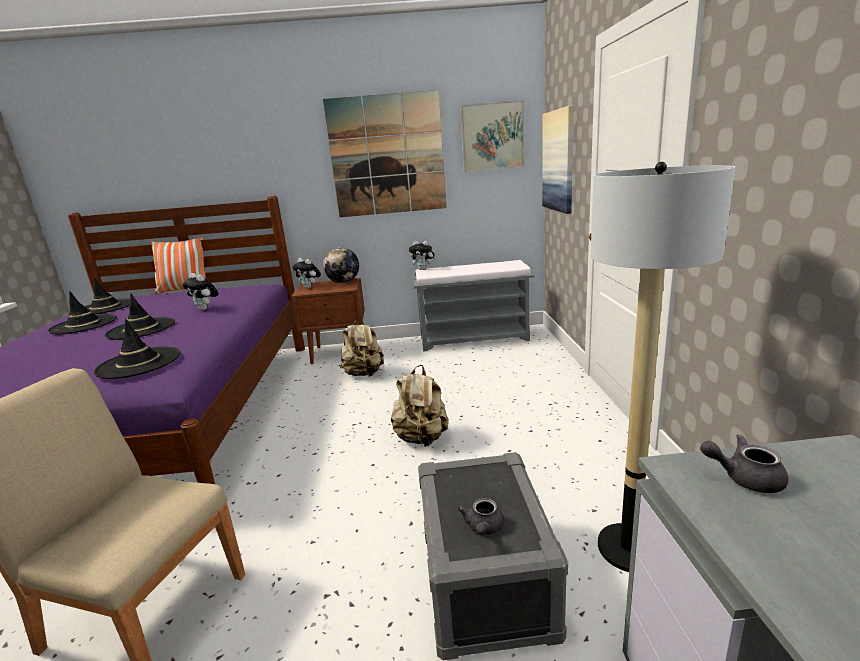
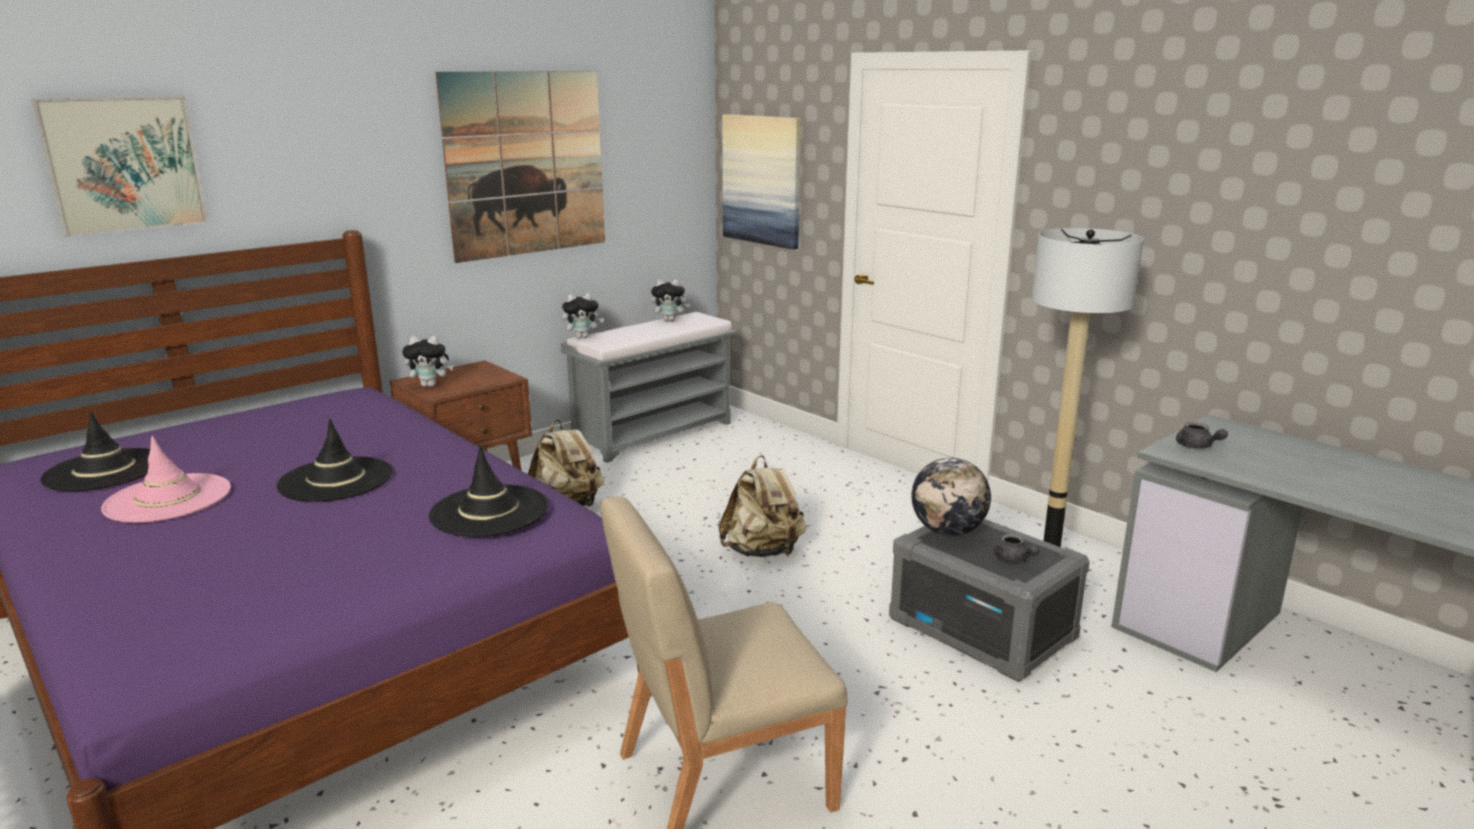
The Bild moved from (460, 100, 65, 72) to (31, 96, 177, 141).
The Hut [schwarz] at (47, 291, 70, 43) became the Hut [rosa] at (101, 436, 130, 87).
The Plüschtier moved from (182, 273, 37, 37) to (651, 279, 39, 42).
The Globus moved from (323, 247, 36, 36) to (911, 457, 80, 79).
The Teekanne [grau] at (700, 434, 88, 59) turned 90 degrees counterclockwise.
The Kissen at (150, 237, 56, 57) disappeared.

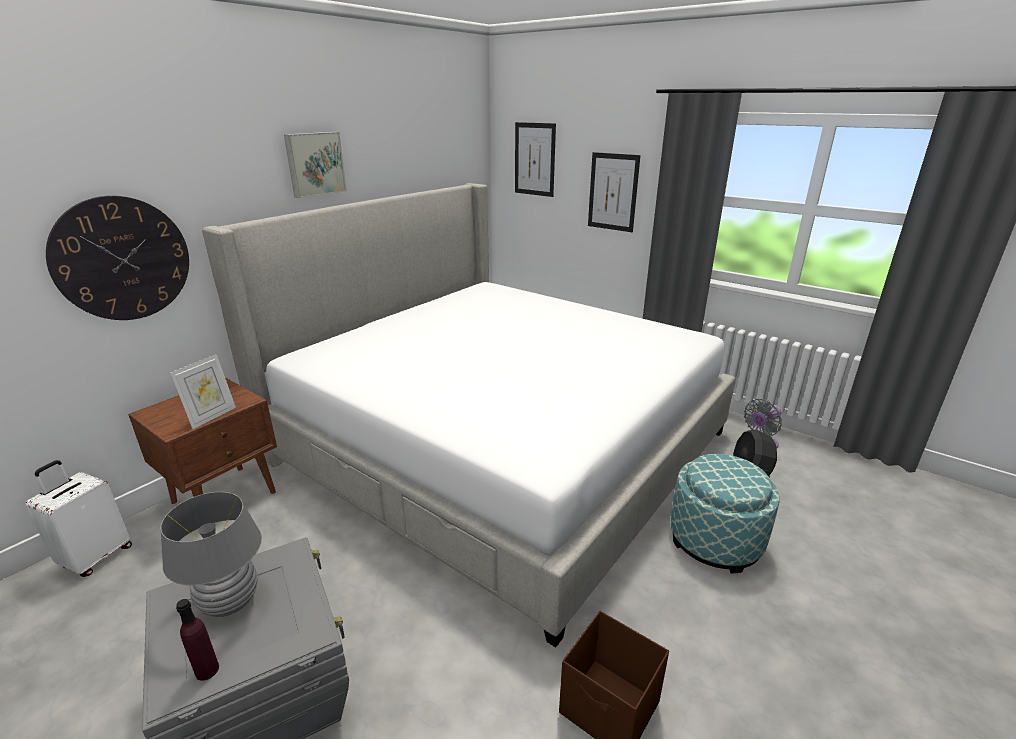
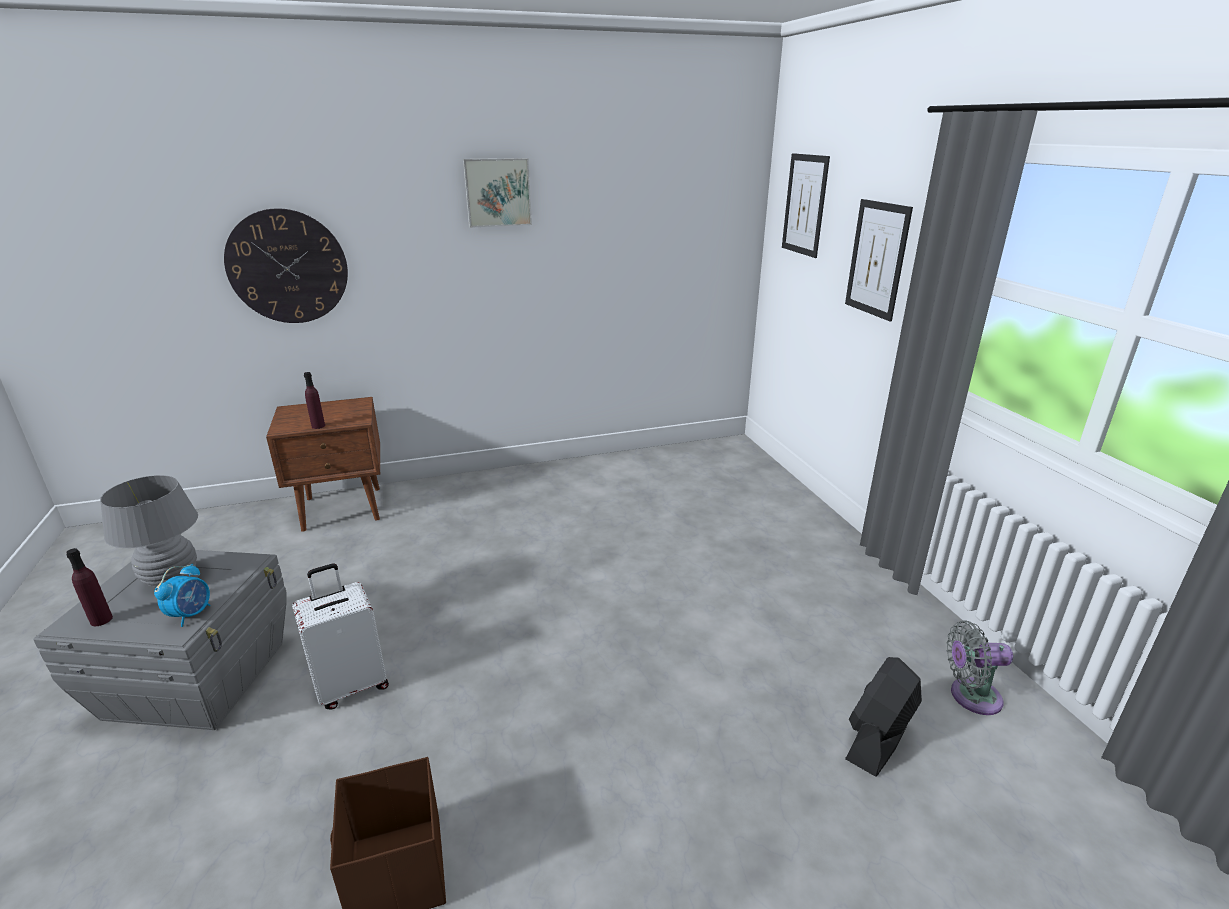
The Wecker at (154, 564, 56, 63) appeared.
The Koffer [weiß] moved from (26, 460, 106, 117) to (292, 564, 97, 145).
The Bilderrahmen at (170, 354, 66, 75) was replaced by the Flasche [lila] at (304, 372, 21, 57).
The Bett at (202, 183, 534, 464) disappeared.
The Polsterhocker at (670, 454, 110, 119) disappeared.

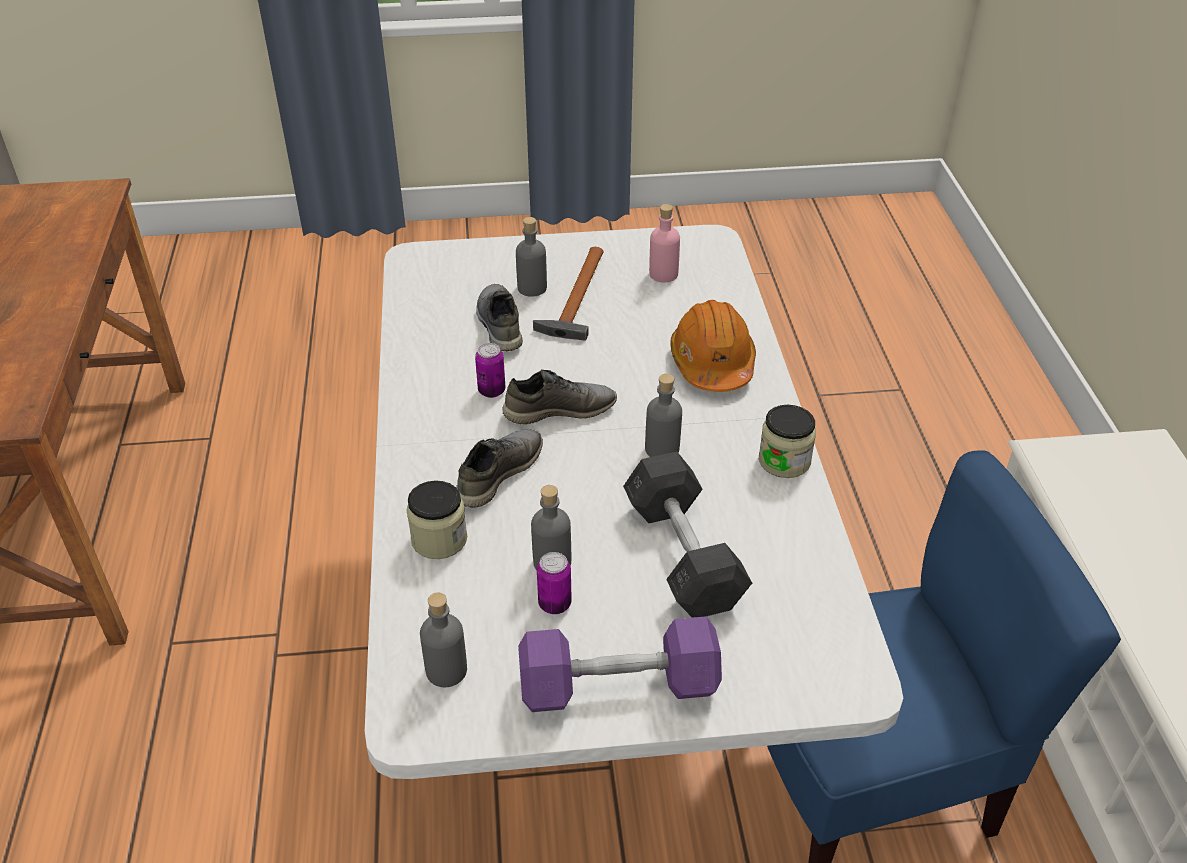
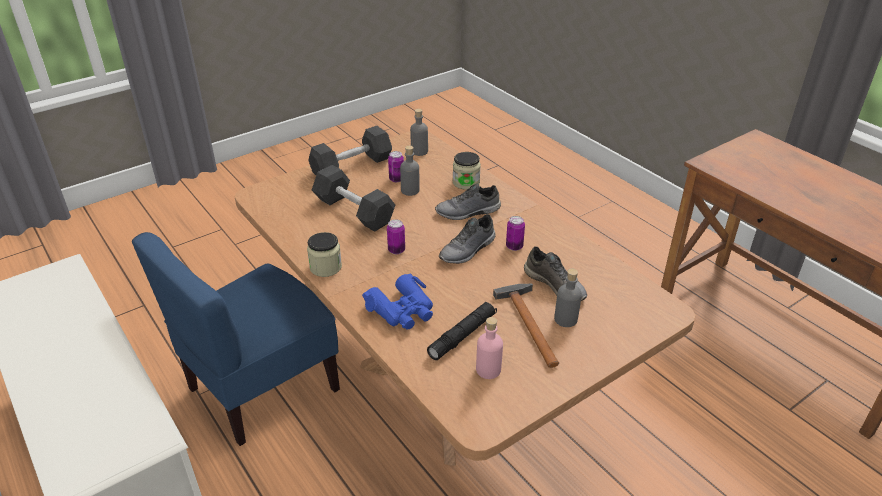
The Esstisch [weiß] at (365, 225, 538, 554) became the Esstisch [braun] at (235, 131, 461, 335).
The Hantel [lila] at (518, 616, 204, 96) became the Hantel [grau] at (308, 126, 84, 49).
The Schutzhelm [orange] at (670, 300, 86, 92) was replaced by the Fernglas [blau] at (362, 274, 71, 56).
The Flasche [grau] at (645, 374, 37, 83) was replaced by the Dose at (387, 219, 18, 35).
The Taschenlampe [schwarz] at (427, 302, 70, 58) appeared.
The Schuh [grau] at (456, 429, 87, 79) turned 75 degrees clockwise.

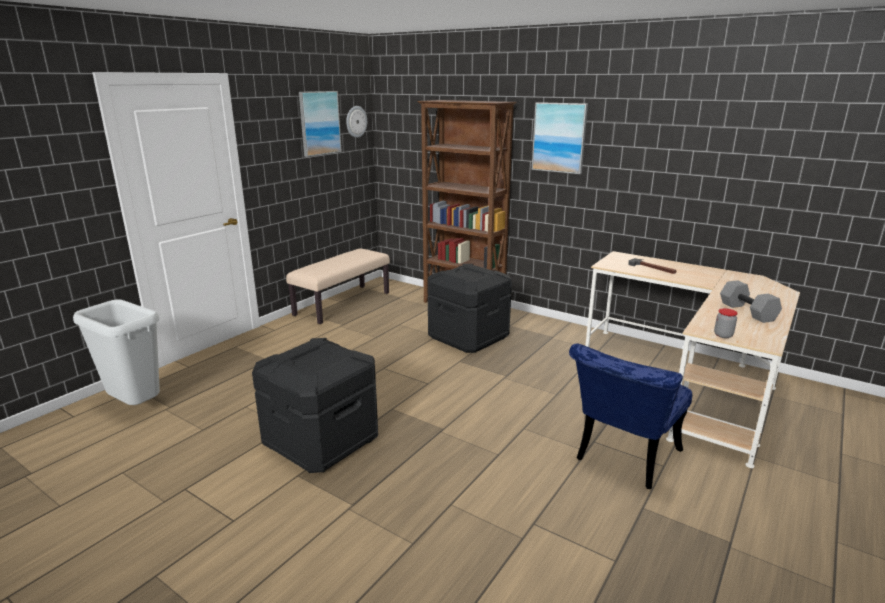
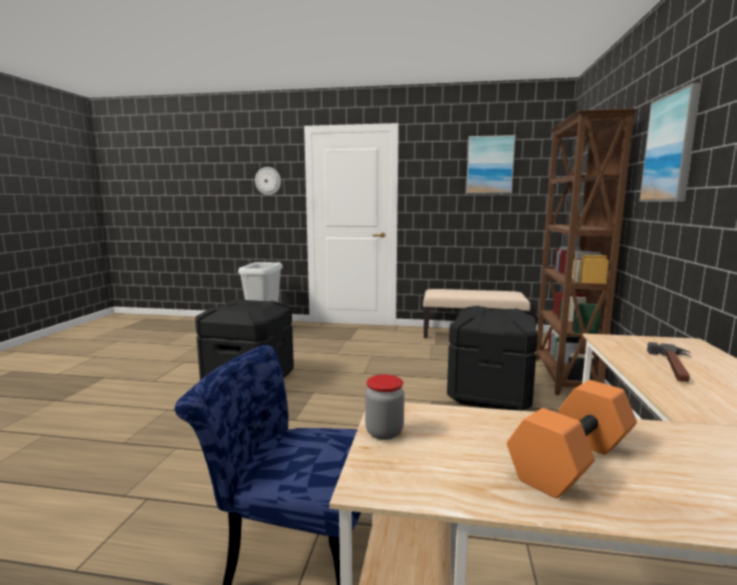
The Wanduhr moved from (346, 106, 21, 32) to (255, 167, 26, 28).
The Hantel [grau] at (720, 280, 62, 43) became the Hantel [orange] at (507, 380, 130, 118).

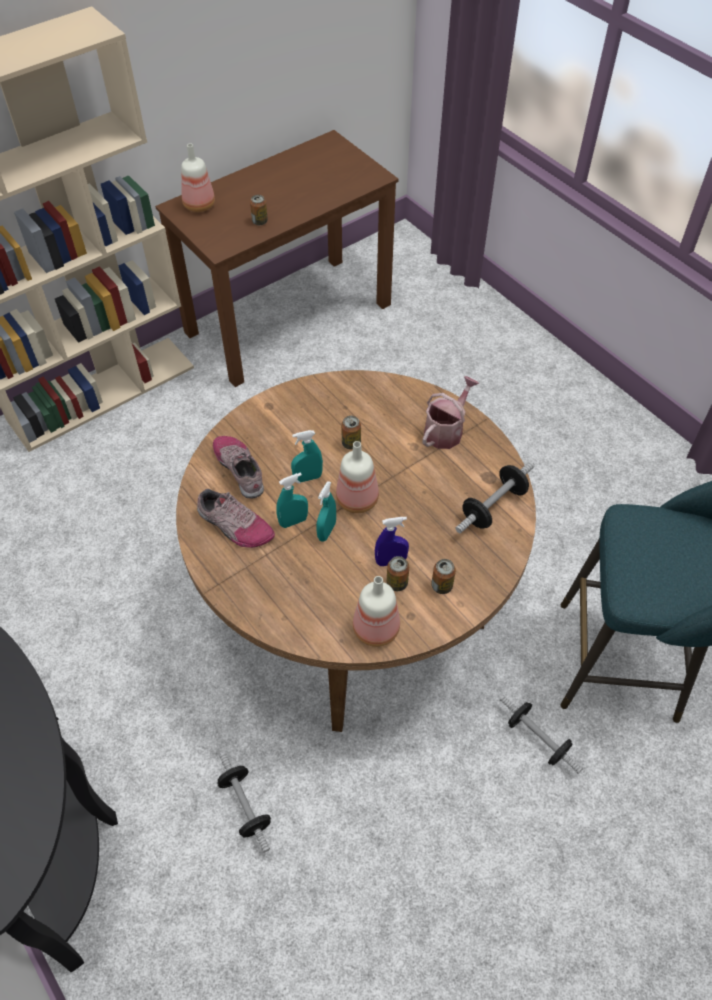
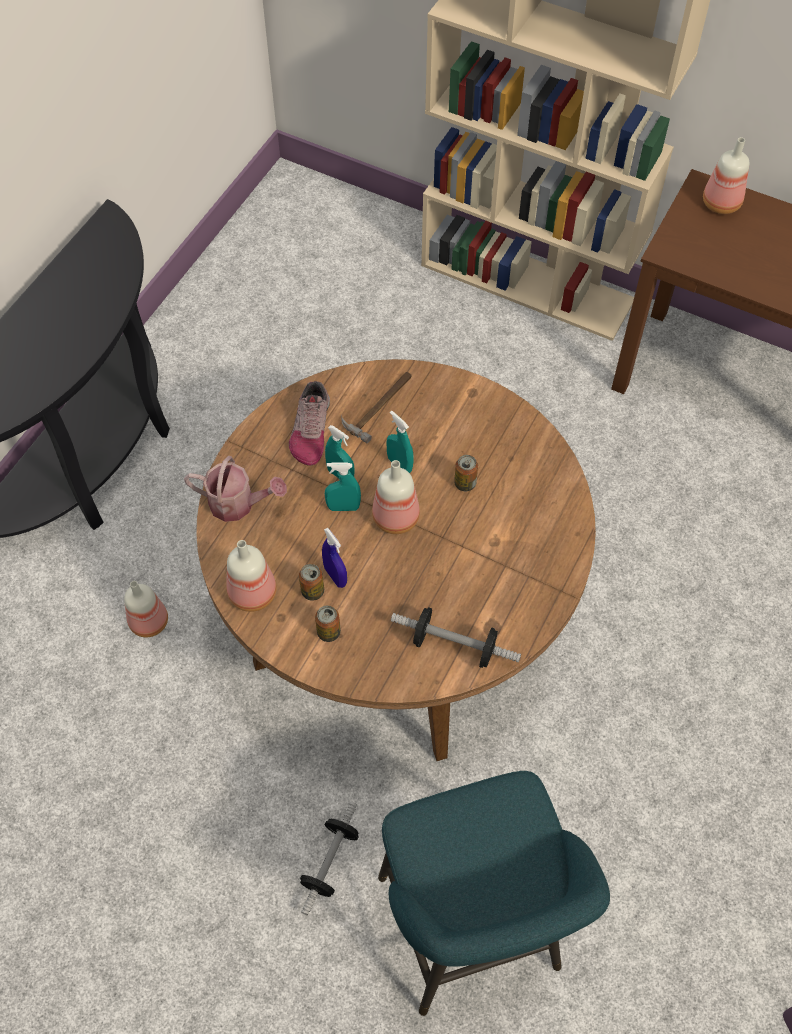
The Hantel at (217, 753, 54, 100) was replaced by the Flasche at (124, 581, 44, 56).
The Gießkanne moved from (423, 376, 56, 73) to (184, 456, 103, 66).
The Schuh at (213, 436, 51, 62) was replaced by the Hammer at (341, 372, 70, 71).
The Dose at (250, 195, 18, 30) disappeared.

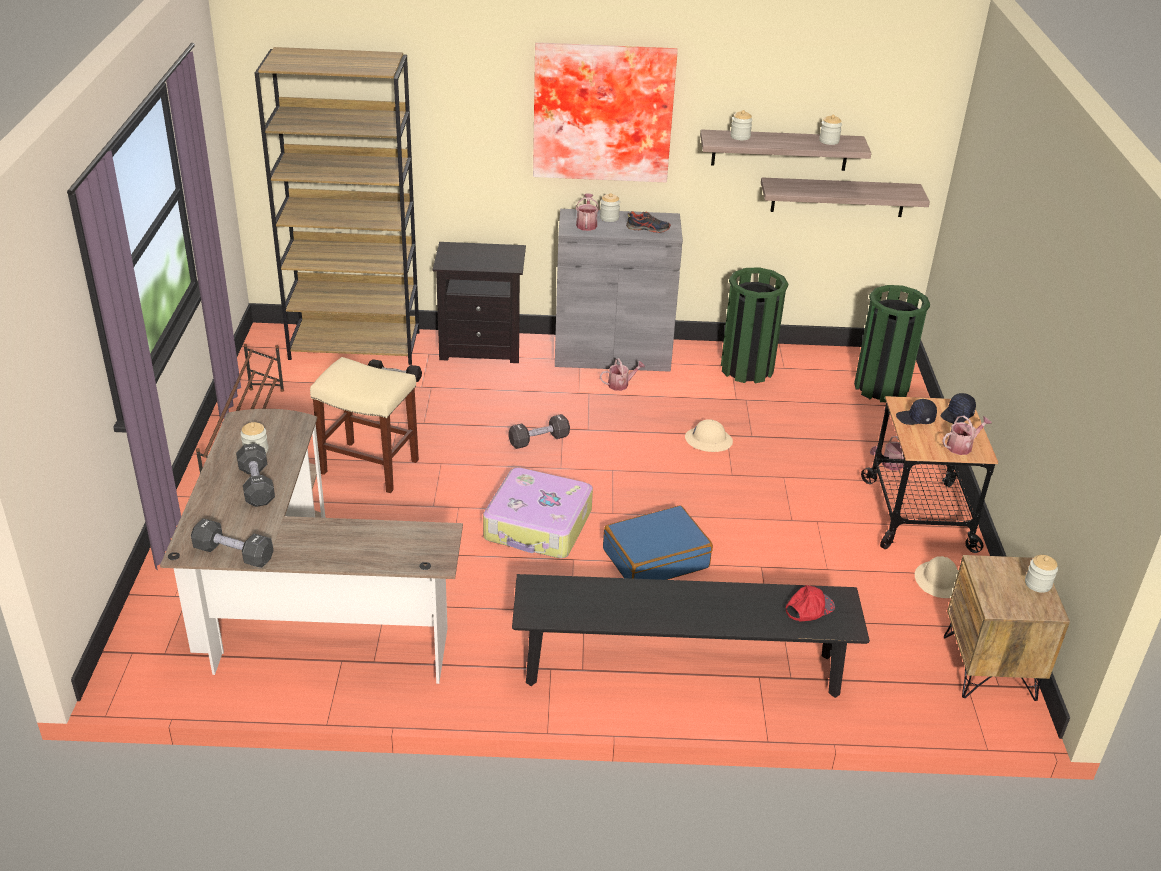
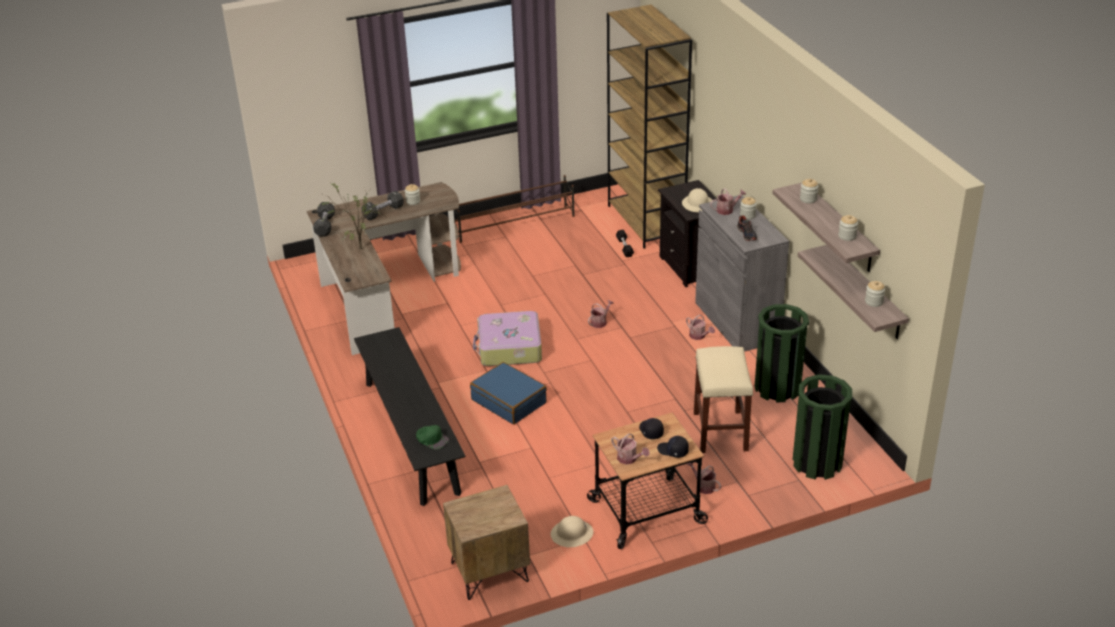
The Topfpflanze at (319, 183, 69, 66) appeared.
The Kappe [rot] at (786, 585, 49, 36) became the Kappe [grün] at (416, 425, 33, 25).
The Hantel [schwarz] at (508, 414, 62, 35) was replaced by the Gießkanne at (588, 300, 26, 28).
The Schutzhelm [beige] moved from (685, 419, 48, 33) to (682, 188, 30, 24).
The Hocker [beige] moved from (310, 357, 109, 136) to (694, 346, 59, 107).
The Vorratsglas moved from (1025, 555, 33, 38) to (865, 281, 20, 26).
The Bild at (533, 42, 145, 140) disappeared.

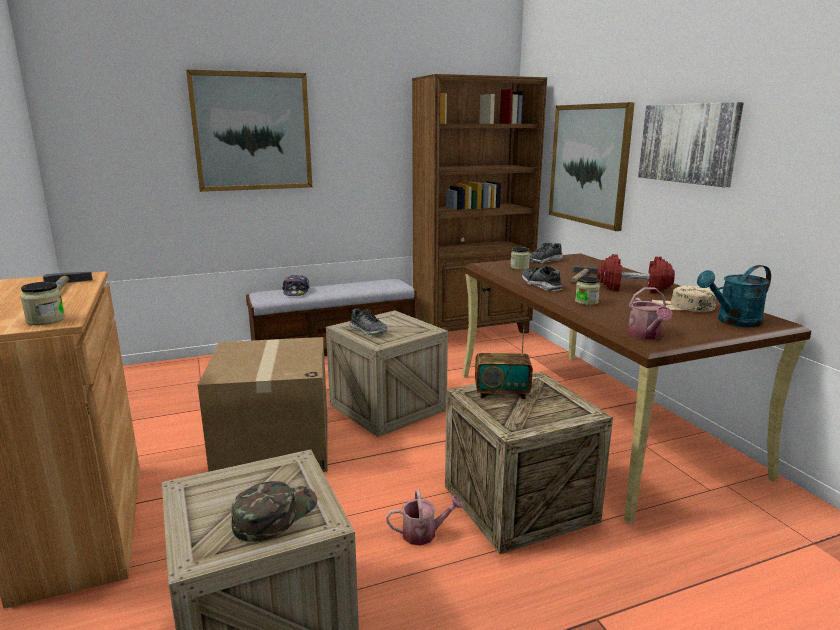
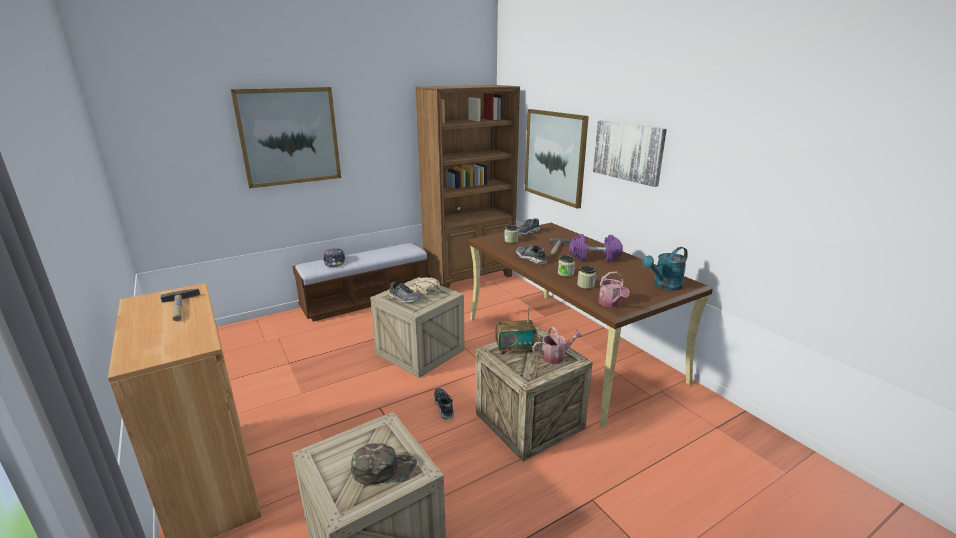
The Kappe [grün] at (231, 481, 87, 61) turned 60 degrees clockwise.
The Kappe [beige] moved from (652, 286, 64, 26) to (408, 278, 32, 18).
The Schuh at (434, 388, 20, 32) appeared.
The Gießkanne moved from (386, 490, 78, 56) to (532, 327, 51, 37).
The Hantel [rot] at (597, 254, 78, 40) became the Hantel [lila] at (569, 234, 54, 28).
The Vorratsglas moved from (20, 282, 45, 43) to (577, 266, 19, 23).
The Karton at (198, 337, 130, 135) disappeared.

